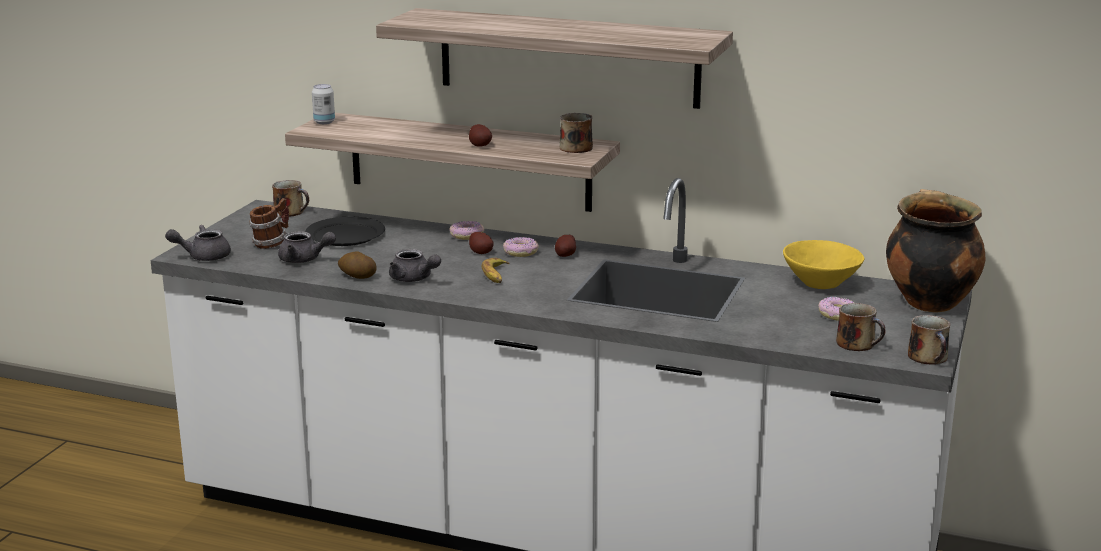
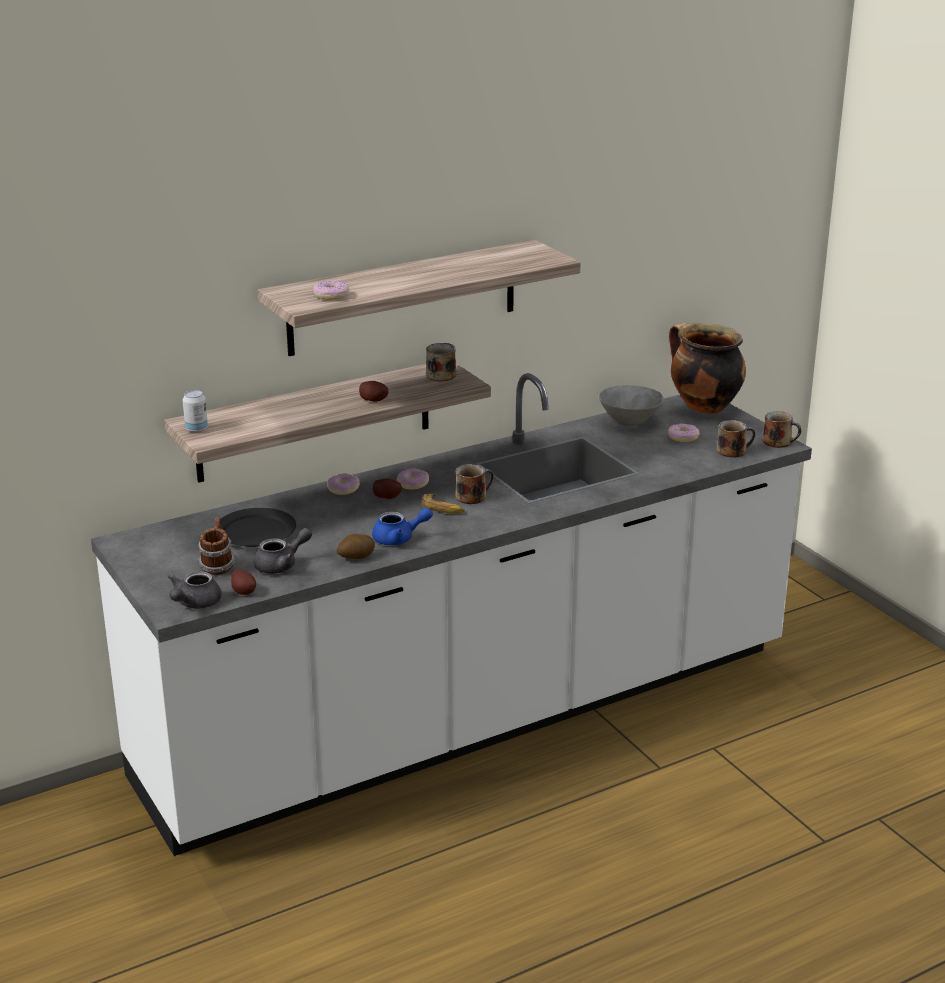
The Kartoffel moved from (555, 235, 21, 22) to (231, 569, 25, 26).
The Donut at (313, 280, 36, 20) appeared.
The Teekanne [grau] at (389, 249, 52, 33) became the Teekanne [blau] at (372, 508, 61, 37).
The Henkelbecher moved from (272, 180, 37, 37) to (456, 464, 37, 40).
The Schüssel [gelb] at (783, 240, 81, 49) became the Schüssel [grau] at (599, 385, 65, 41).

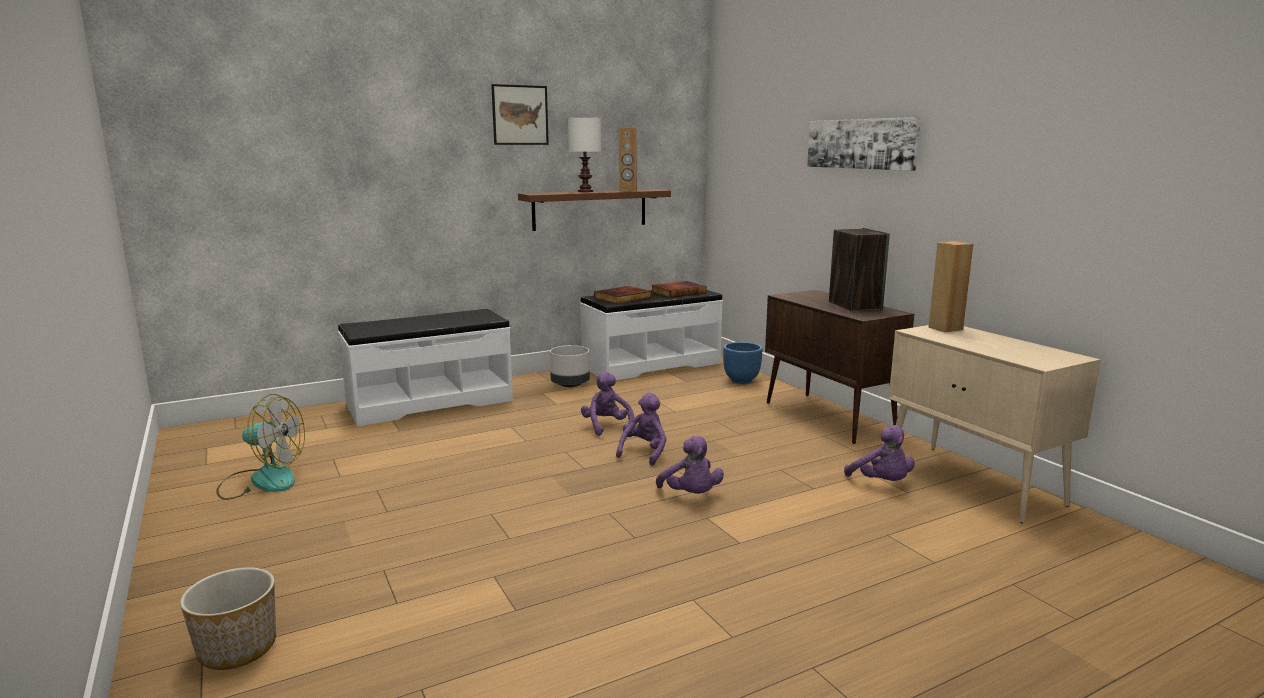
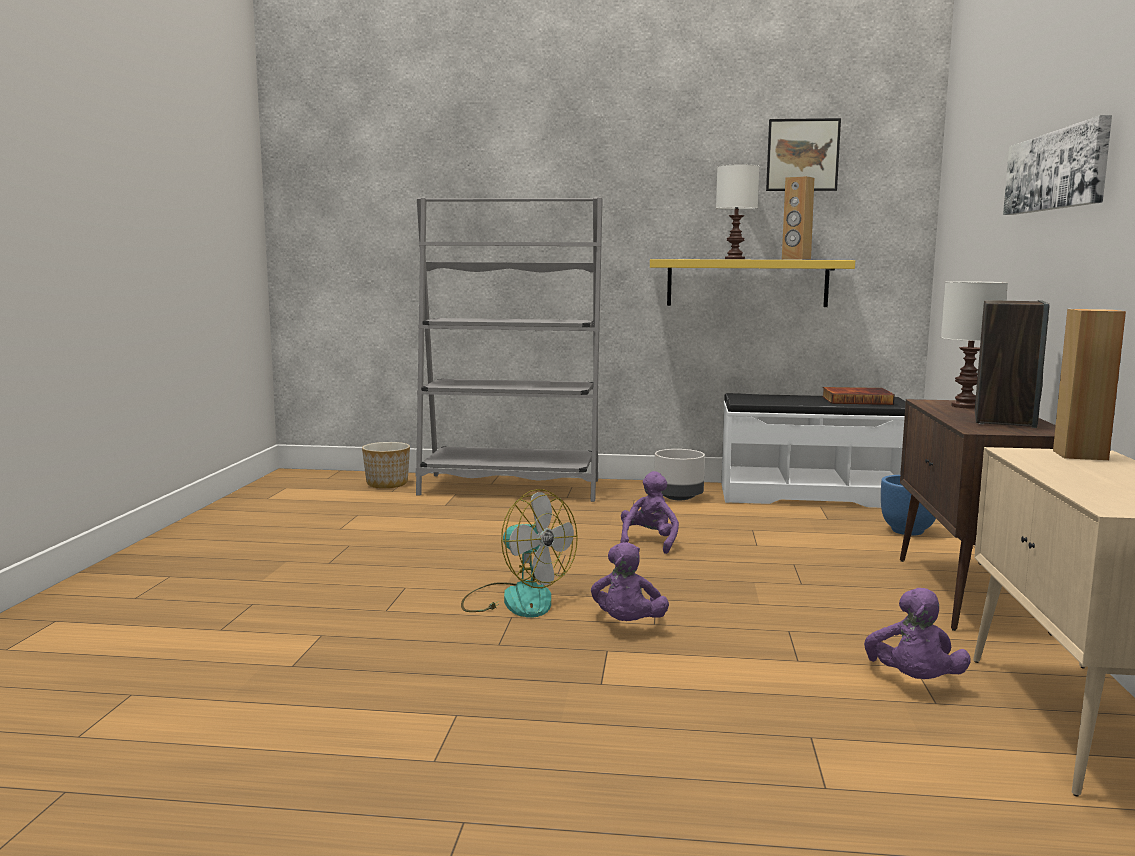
The Pflanzkübel moved from (180, 567, 96, 103) to (362, 442, 48, 46).
The Bank [weiß] at (338, 309, 175, 118) was replaced by the Bücherregal [grau] at (416, 197, 187, 305).
The Ventilator moved from (216, 394, 89, 106) to (461, 489, 117, 129).
The Wandregal [braun] at (518, 189, 153, 42) became the Wandregal [gelb] at (650, 259, 205, 48).
The Bild moved from (491, 84, 58, 61) to (766, 118, 75, 73).
The Tischlampe [weiß] at (941, 281, 67, 128) appeared.
The Buch at (594, 286, 57, 18) disappeared.
The Plüschtier [lila] at (616, 393, 51, 73) disappeared.

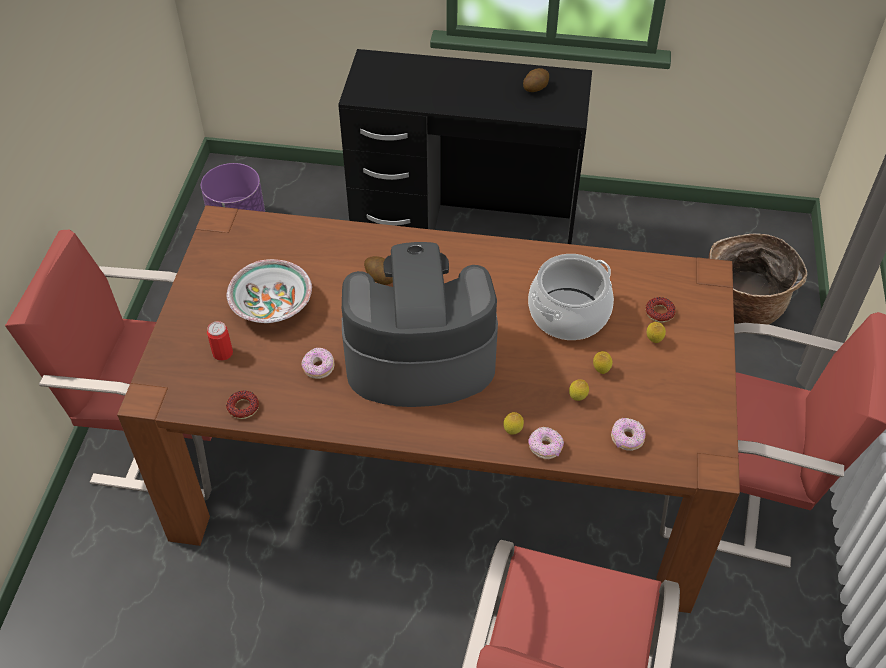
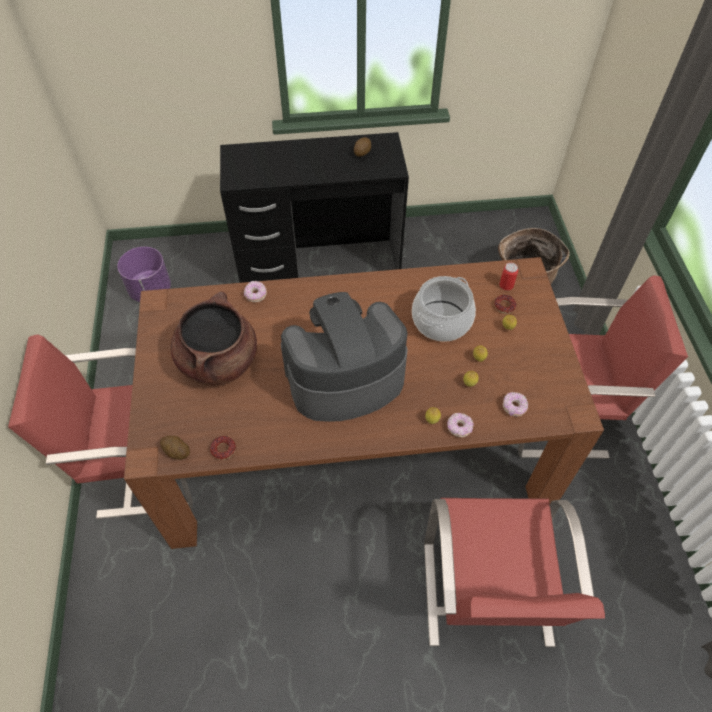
The Kartoffel moved from (364, 256, 29, 29) to (160, 435, 30, 25).
The Schüssel at (227, 259, 85, 64) was replaced by the Kochtopf [braun] at (171, 291, 86, 95).
The Donut moved from (301, 348, 34, 31) to (244, 281, 23, 21).
The Dose moved from (207, 321, 26, 40) to (499, 263, 19, 28).

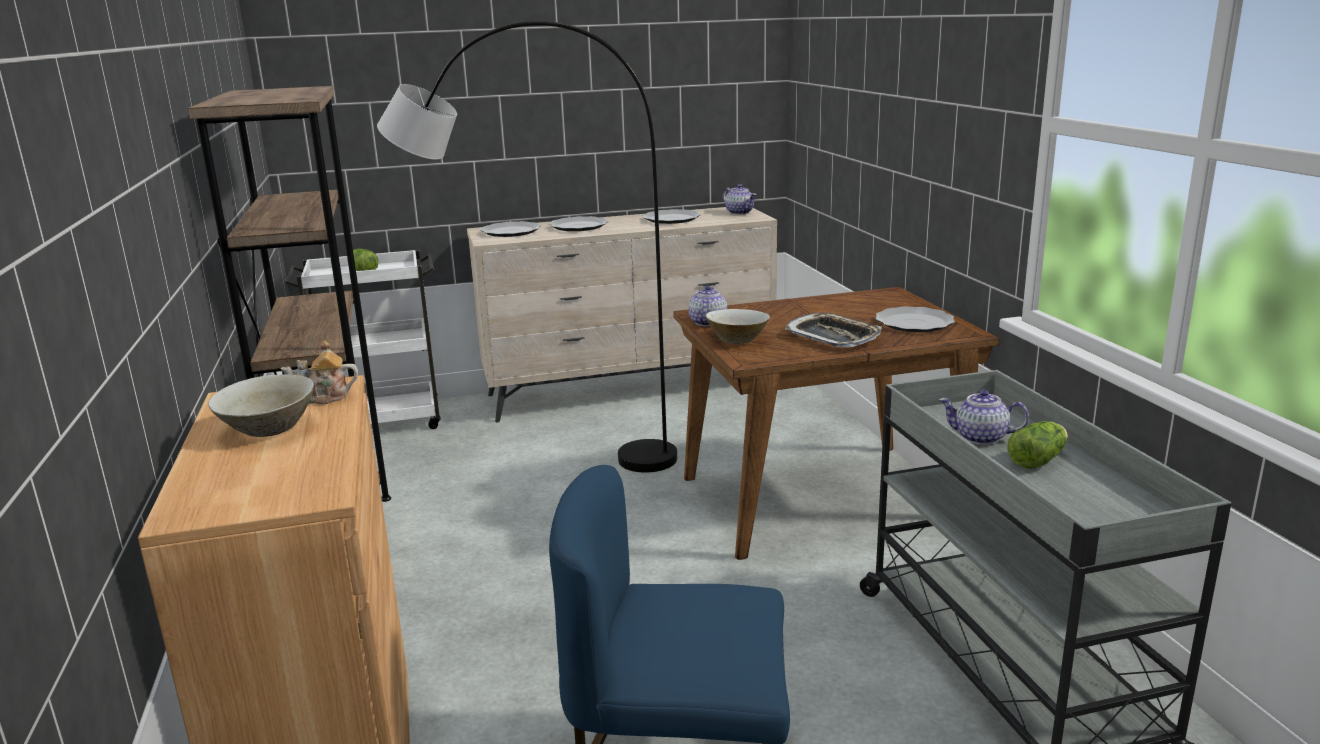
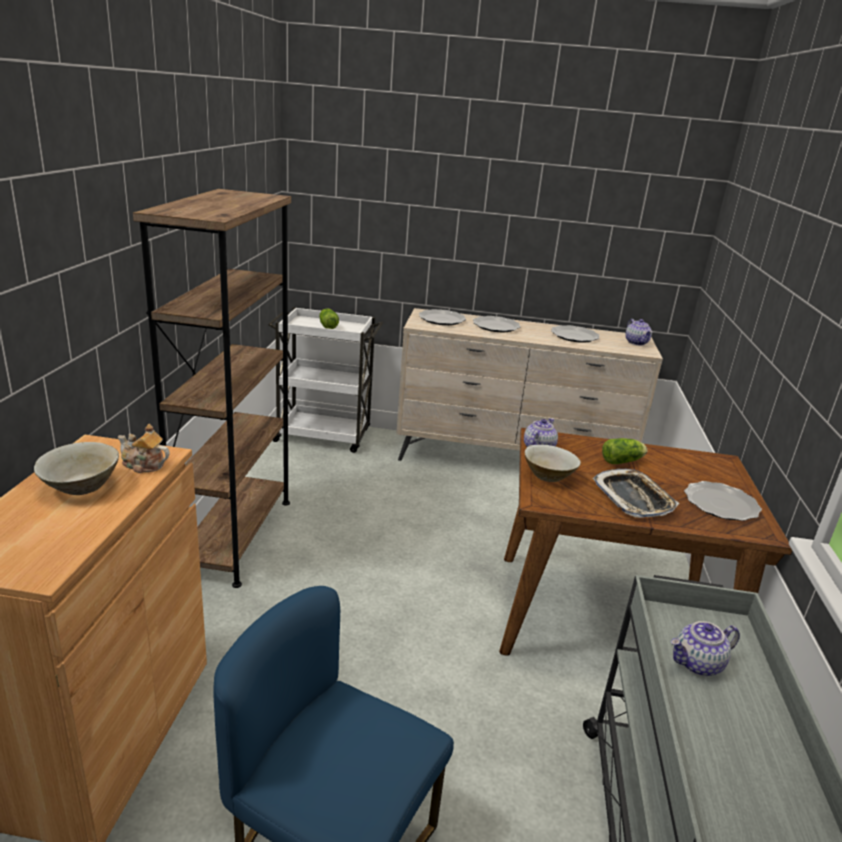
The Salatkopf moved from (1007, 421, 61, 48) to (602, 438, 45, 26).
The Teekanne at (939, 390, 90, 55) turned 60 degrees counterclockwise.
The Stehlampe [grau] at (377, 21, 300, 452) disappeared.

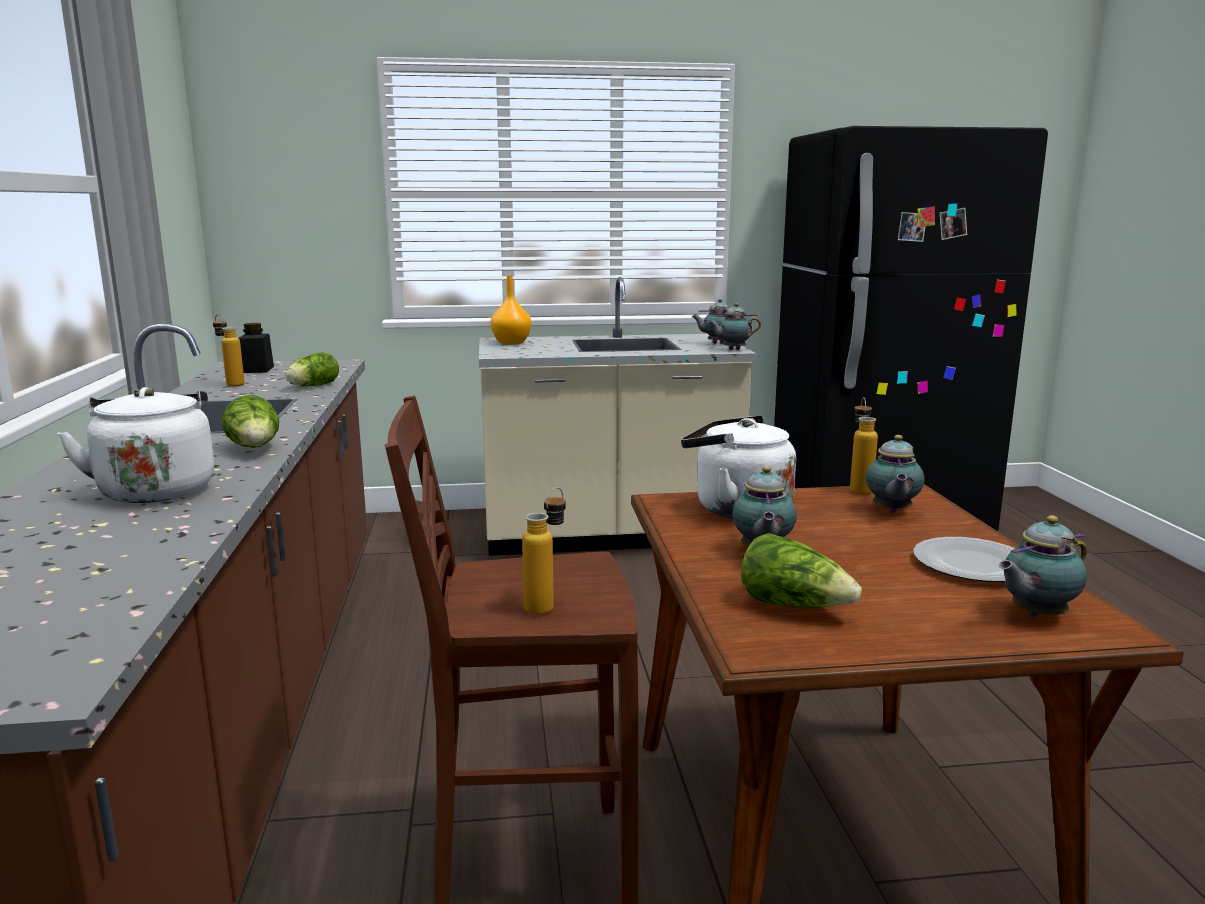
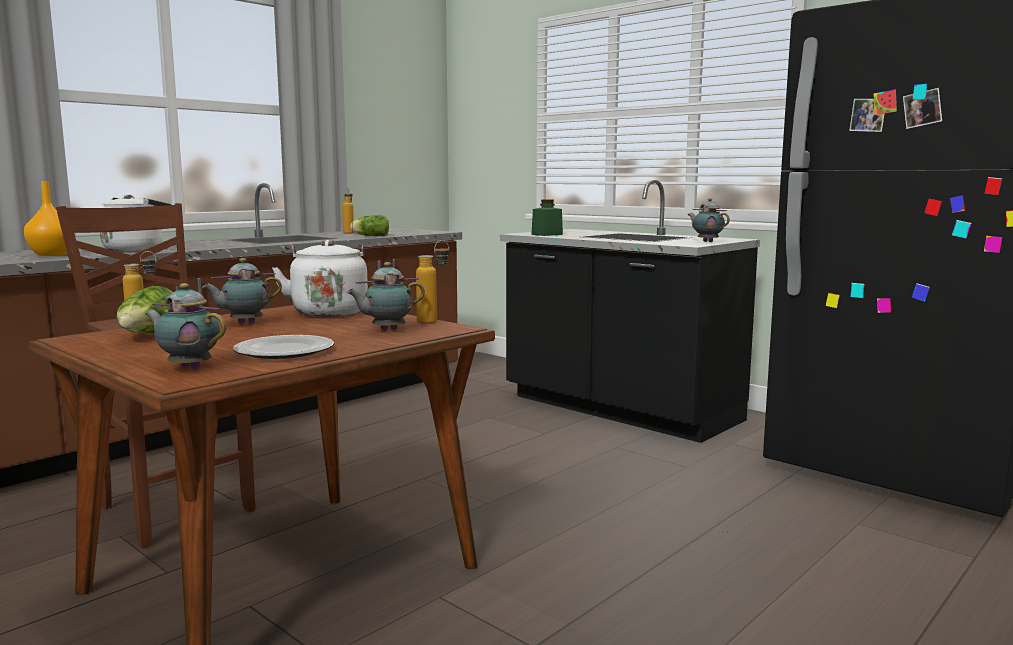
The Vase [orange] moved from (490, 276, 41, 69) to (24, 181, 52, 75).
The Küchenzeile [beige] at (479, 277, 277, 279) became the Küchenzeile [schwarz] at (500, 179, 260, 264).
The Vorratsglas [grün] at (531, 199, 32, 37) appeared.
The Salatkopf at (222, 395, 57, 52) disappeared.
The Vorratsglas [schwarz] at (239, 323, 35, 50) disappeared.
The Teekanne at (708, 303, 53, 47) disappeared.

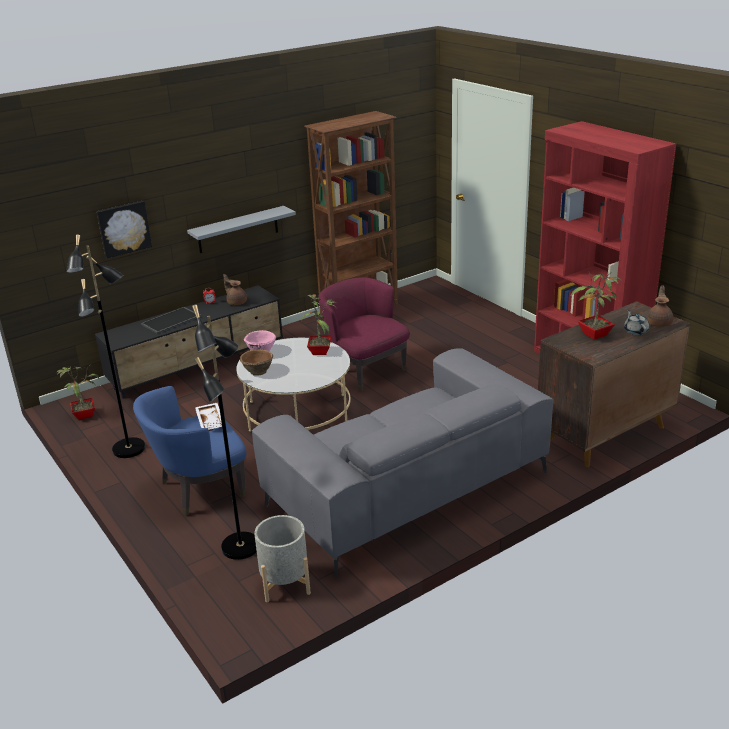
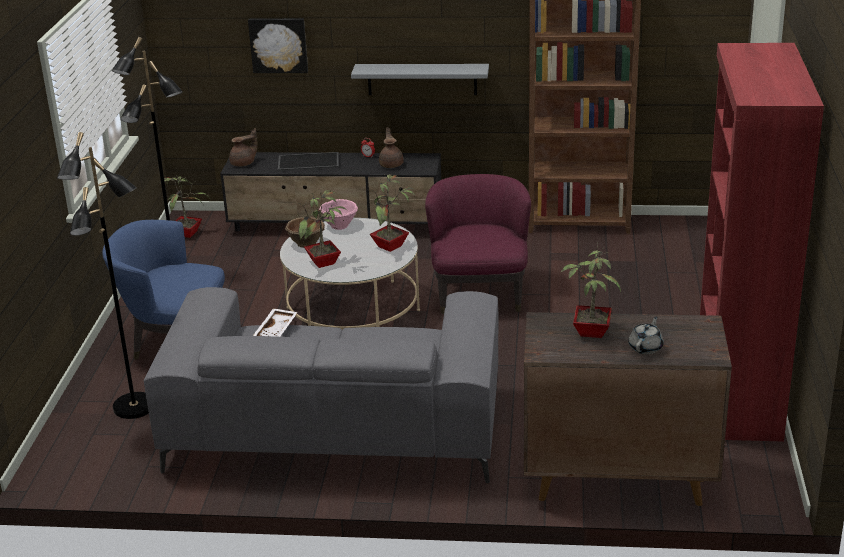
The Teekanne [braun] moved from (647, 285, 26, 42) to (229, 128, 29, 38).
The Tablett [weiß] moved from (195, 403, 27, 28) to (253, 308, 45, 29).
The Topfpflanze at (298, 190, 49, 78) appeared.
The Pflanzkübel [grau] at (254, 515, 57, 87) disappeared.

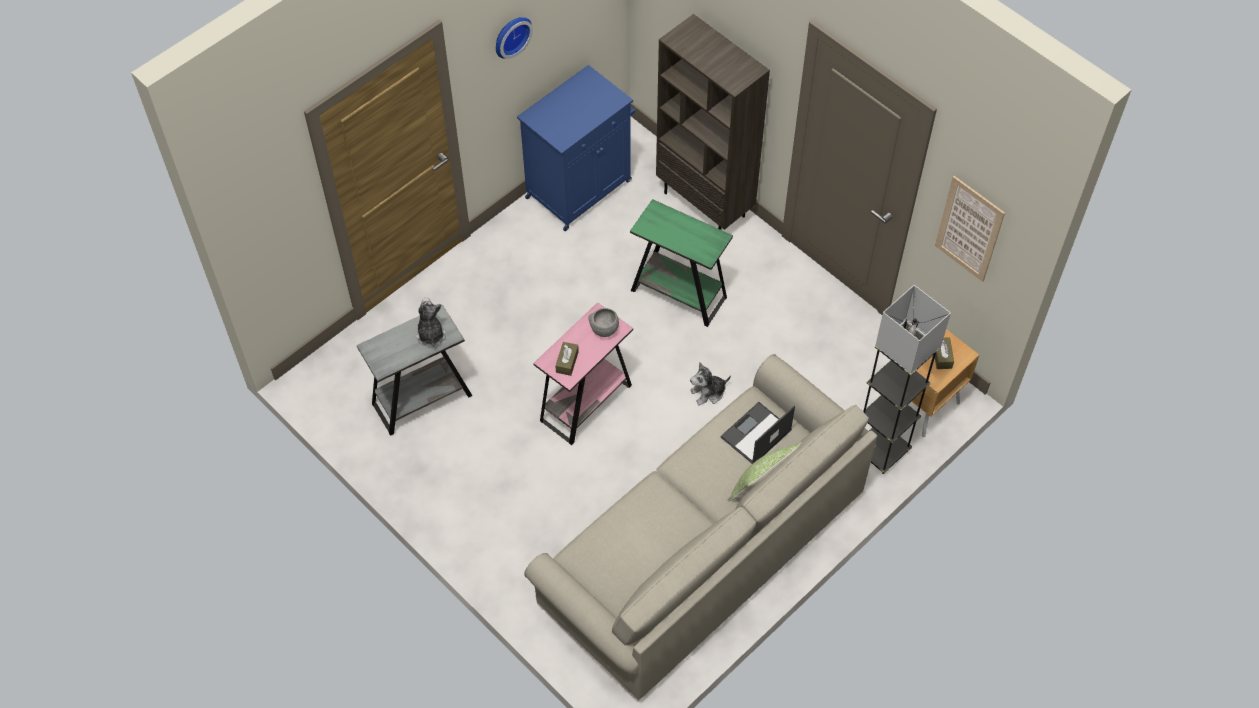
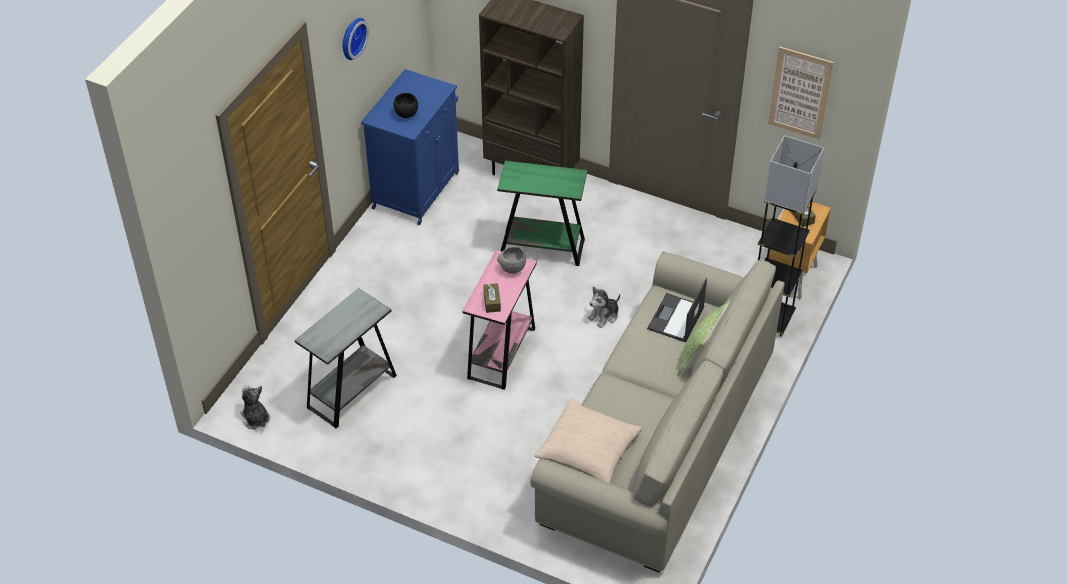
The Plüschtier moved from (416, 297, 30, 50) to (240, 385, 30, 44).
The Schüssel [schwarz] at (393, 93, 25, 25) appeared.
The Kissen [beige] at (534, 398, 108, 85) appeared.

